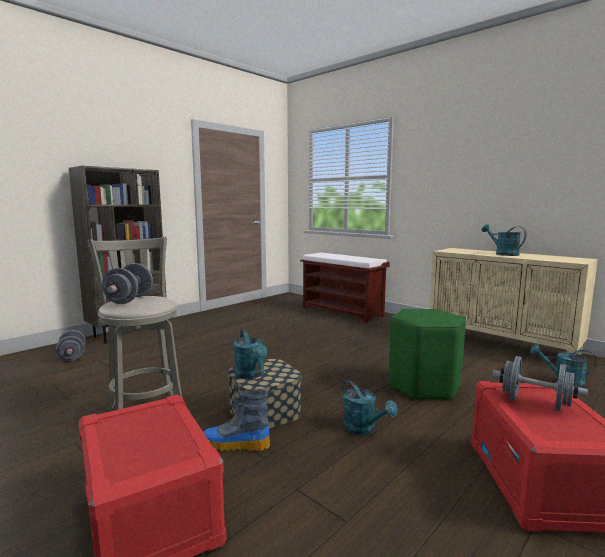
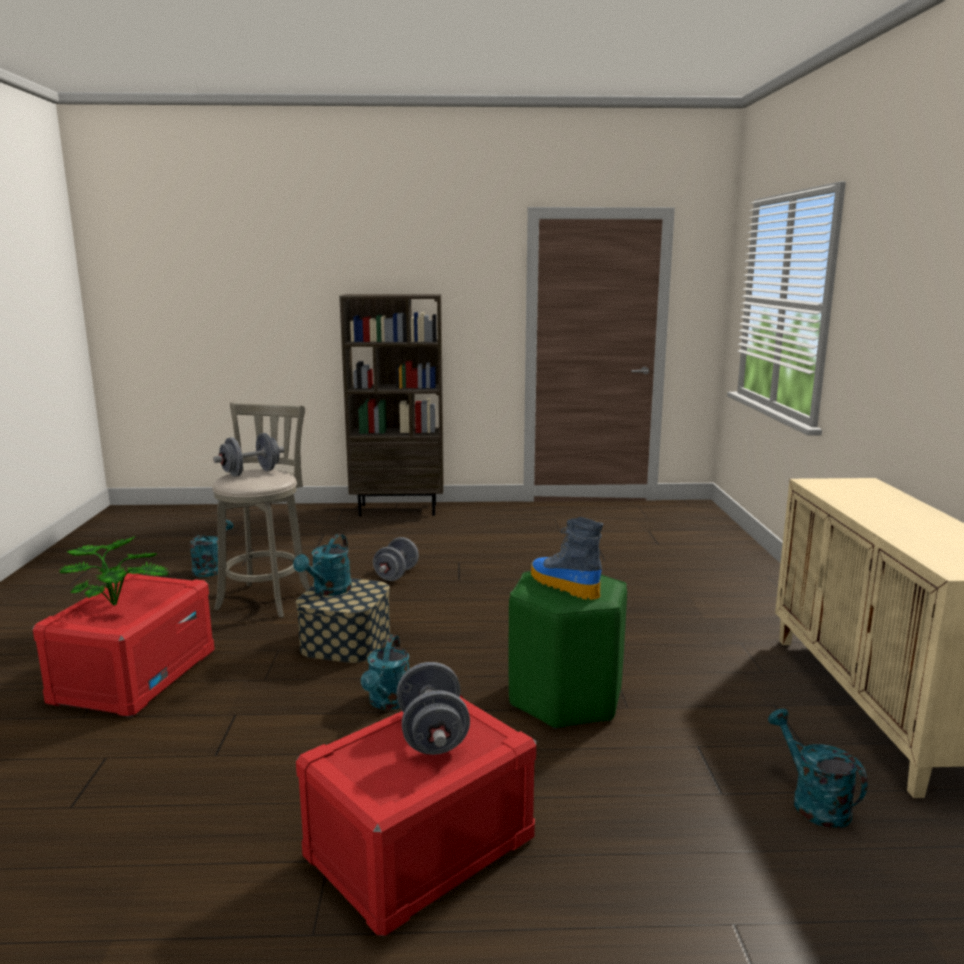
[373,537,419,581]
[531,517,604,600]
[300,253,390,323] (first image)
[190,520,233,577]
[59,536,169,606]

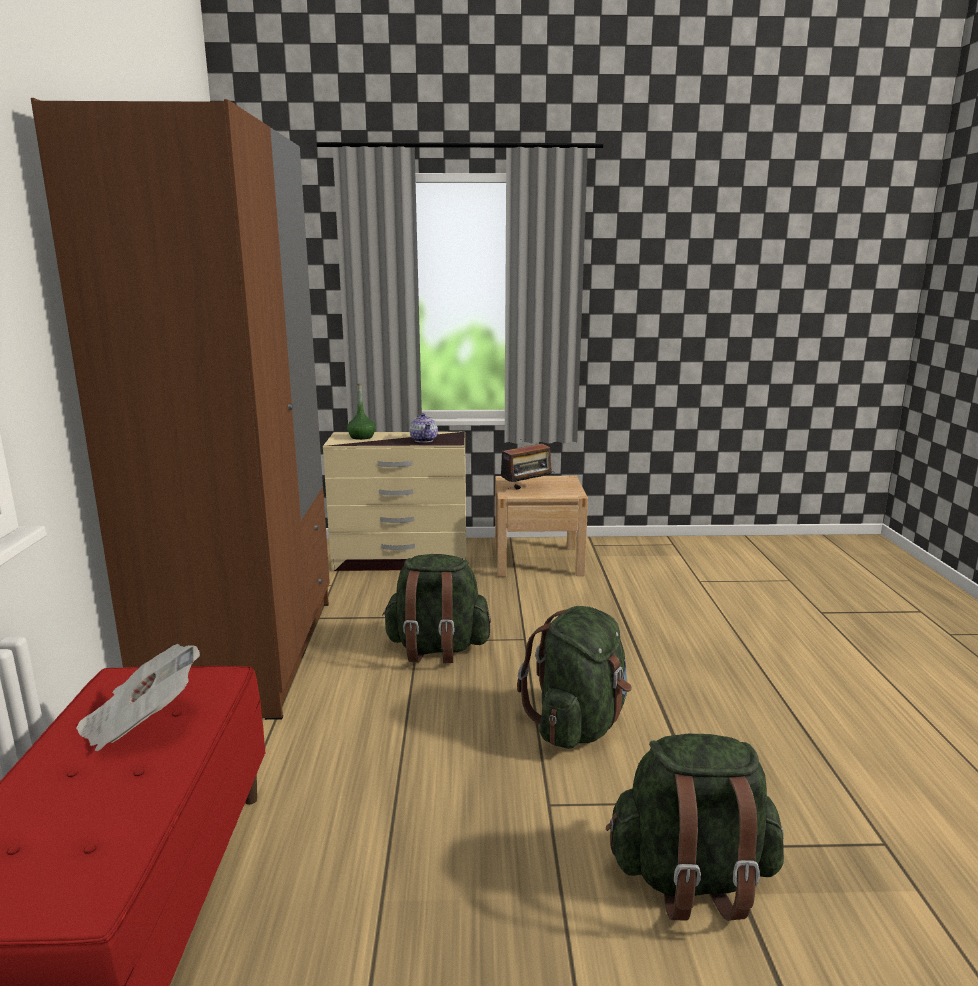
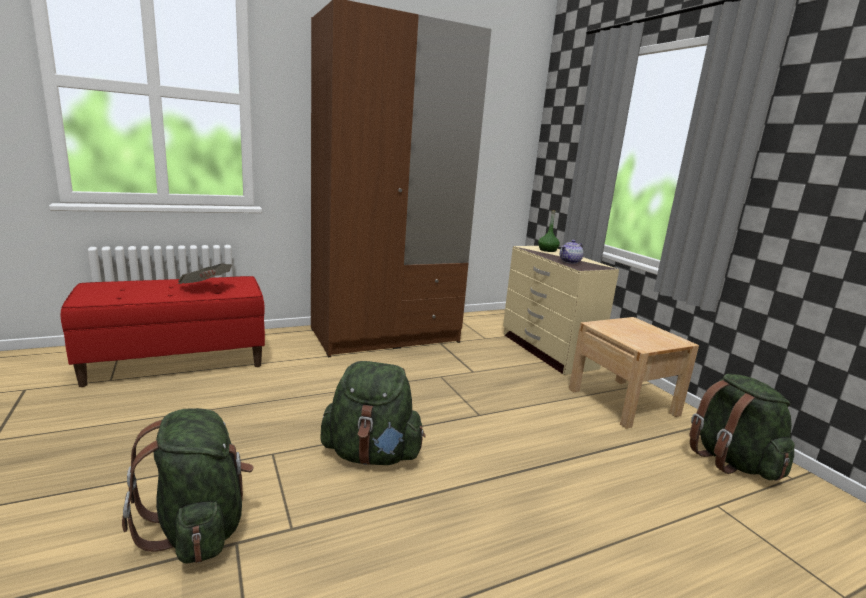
[689,374,795,481]
[501,444,555,490] (first image)

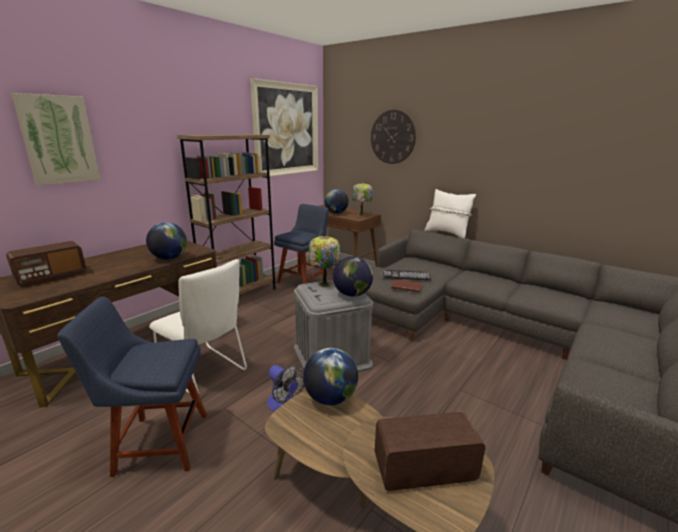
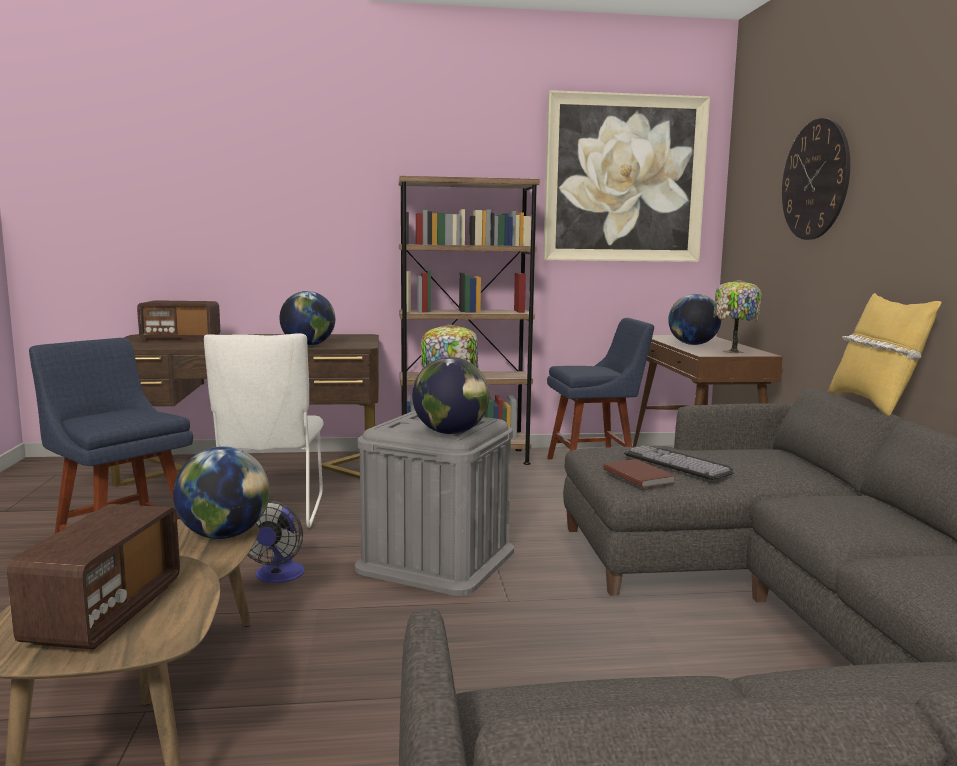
[11,93,100,185] (first image)
[7,504,180,650]
[828,293,942,416]

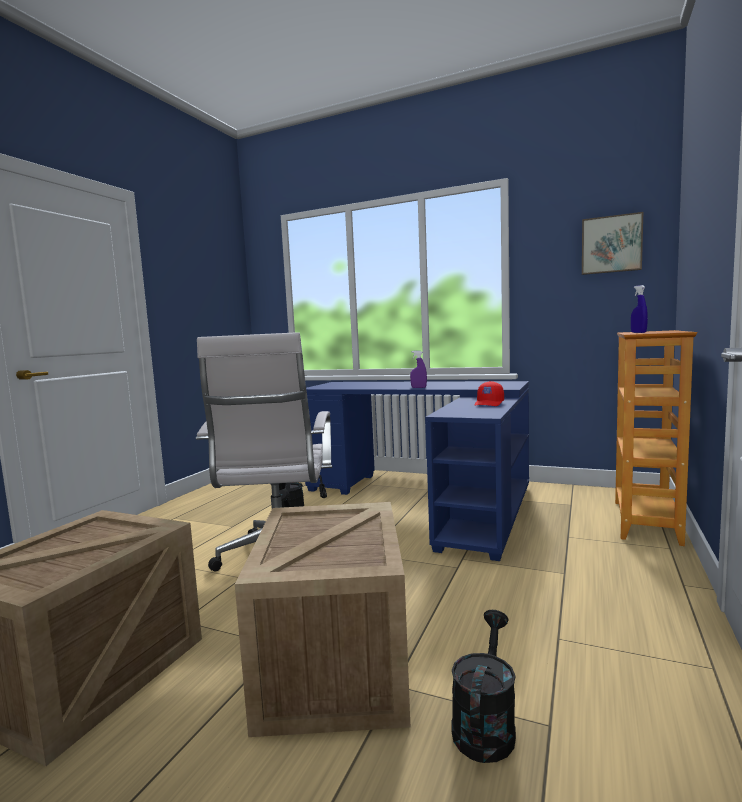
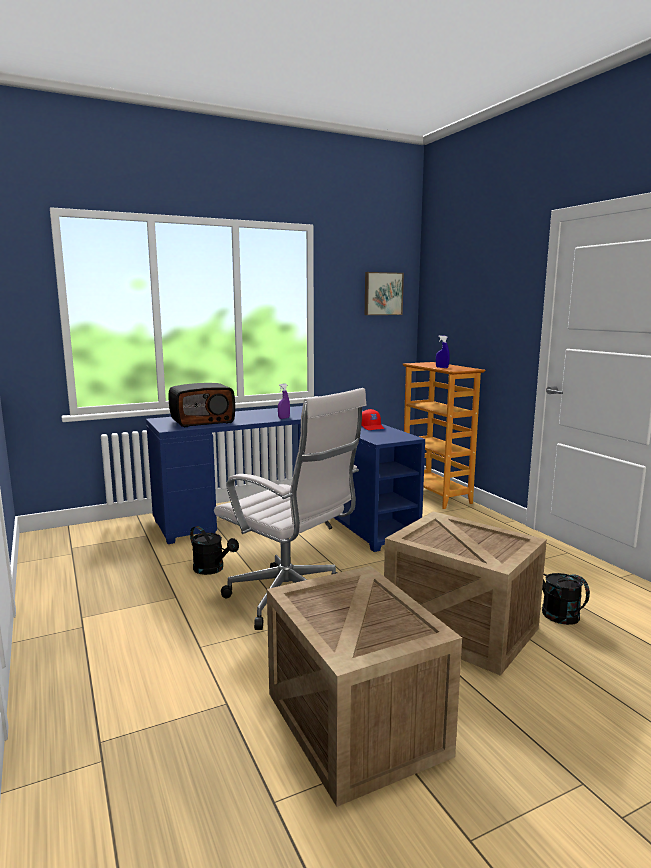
[169,383,235,427]

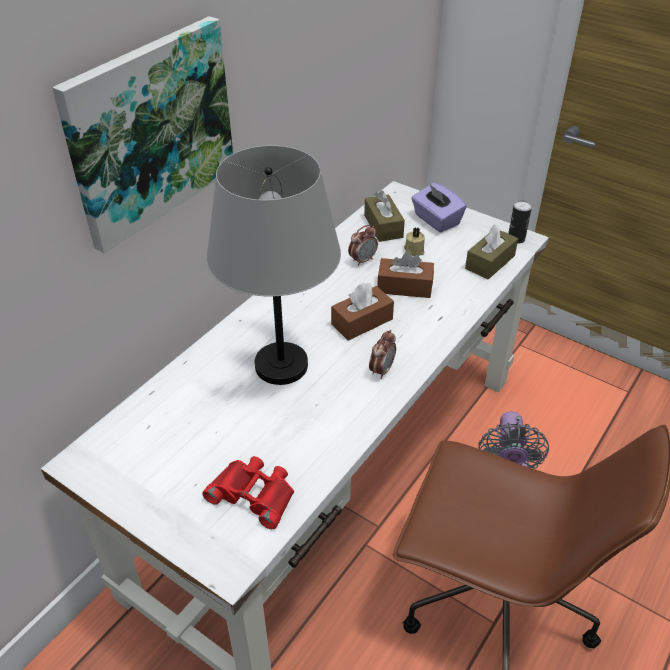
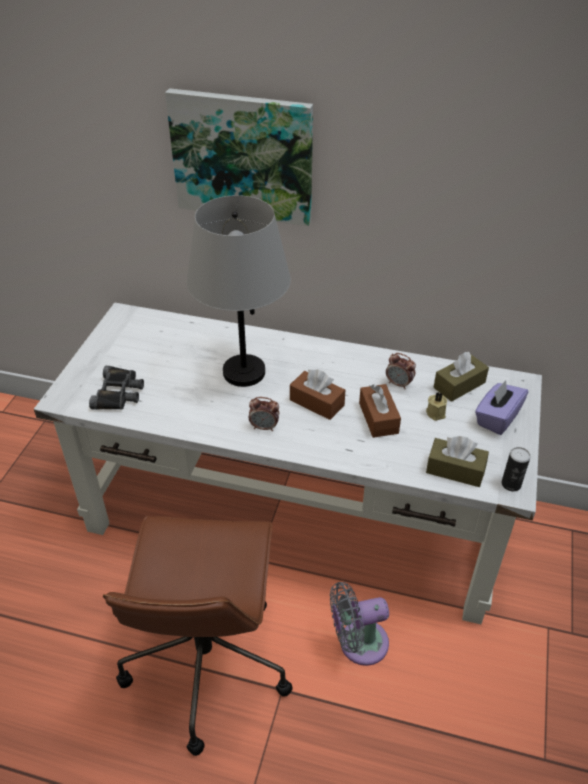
[89,366,144,410]

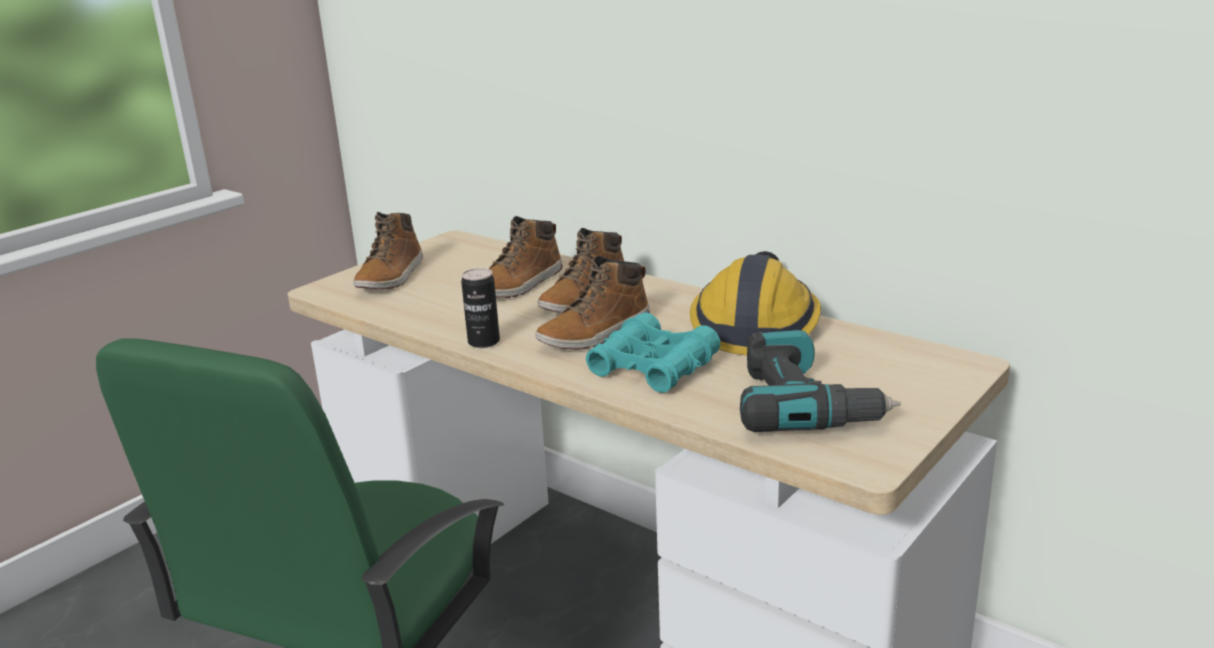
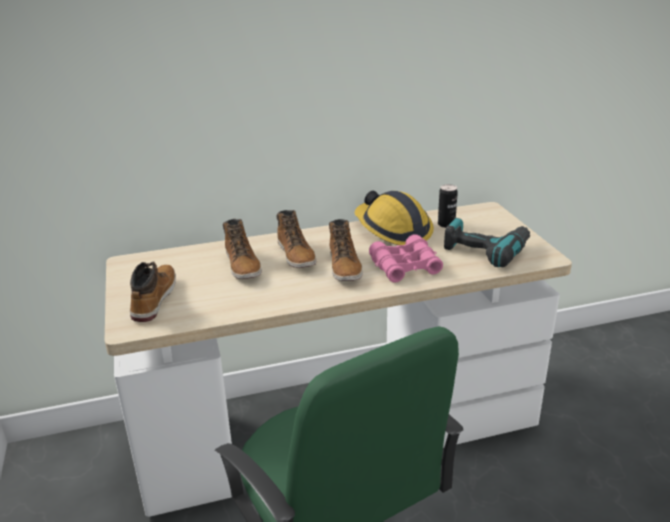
[130,261,176,322]
[438,184,458,228]
[369,234,443,283]

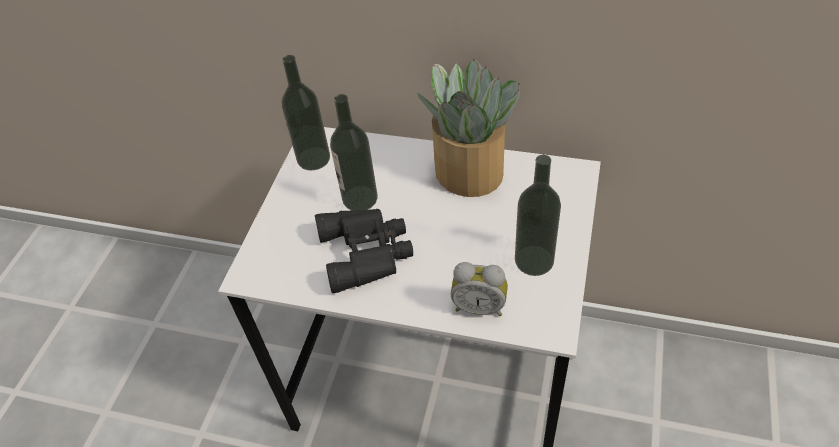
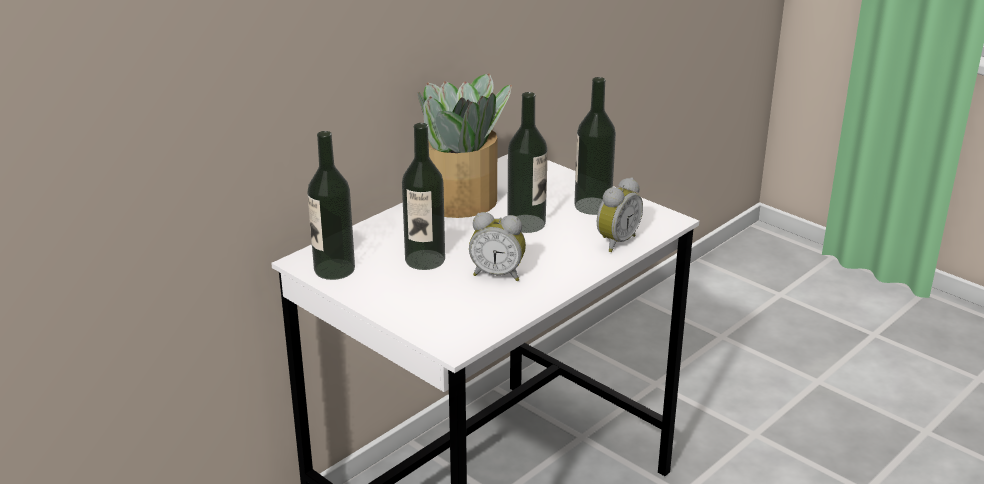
[469,212,526,281]
[507,92,548,233]

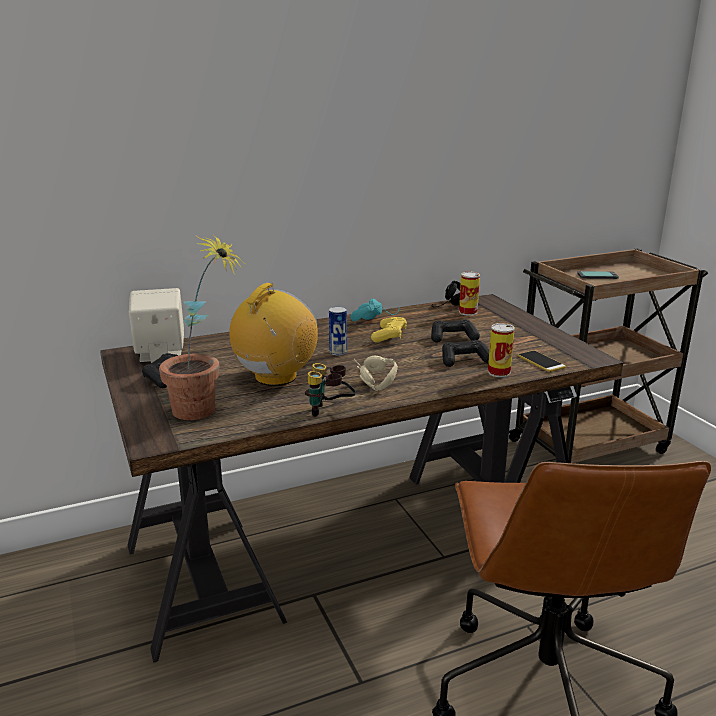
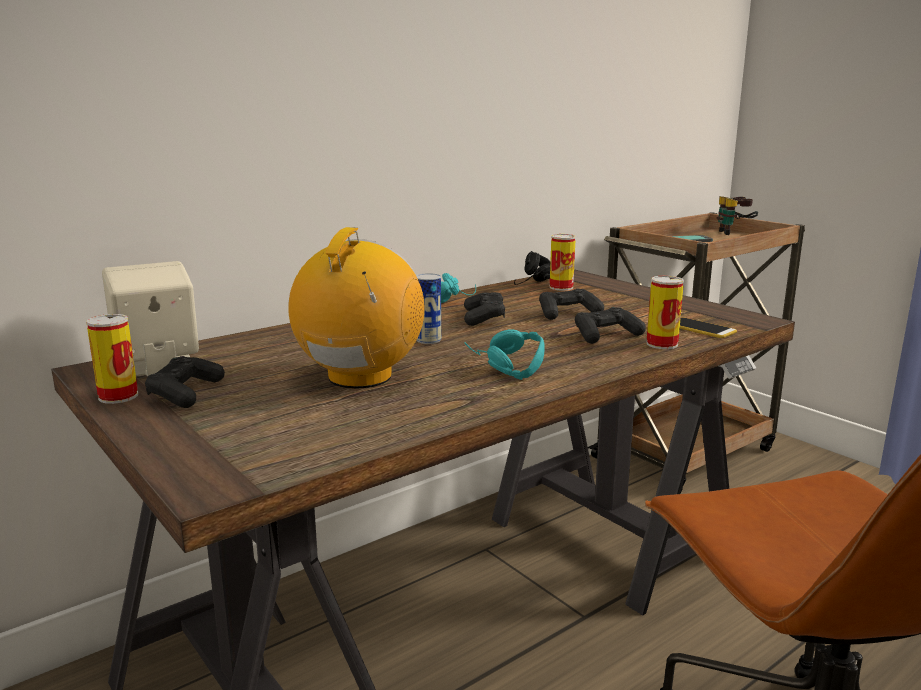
[159,235,245,420] (first image)
[716,196,758,235]
[464,329,545,380]
[464,292,505,326]
[86,314,138,404]

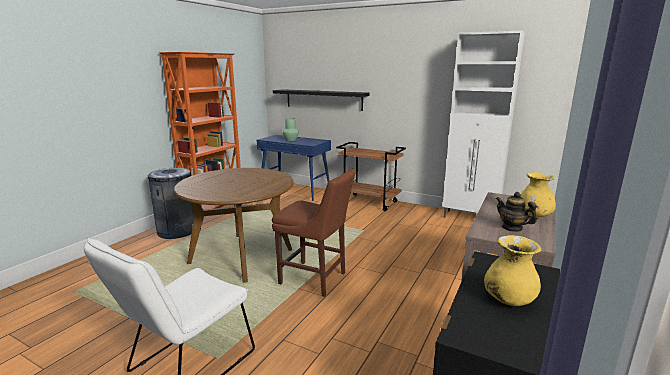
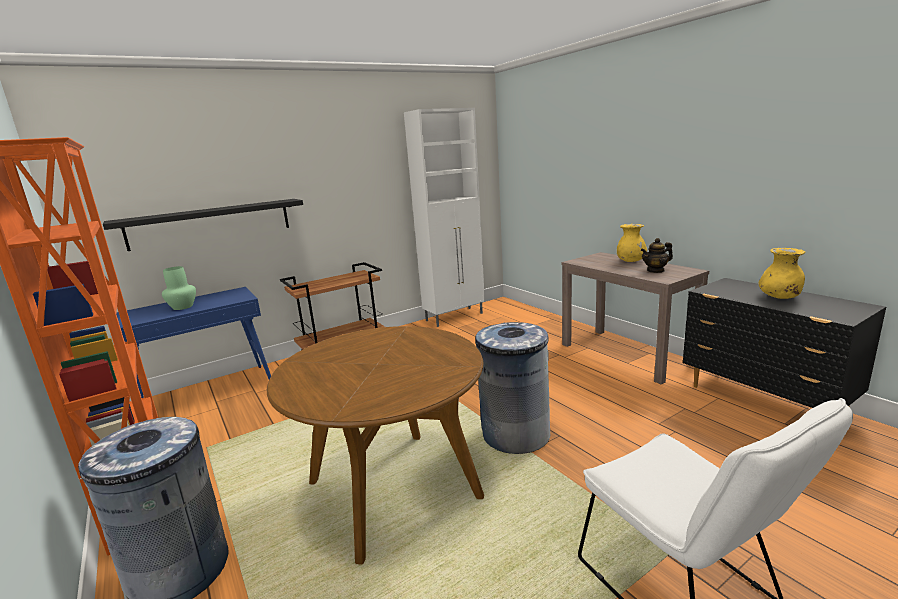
[475,322,550,454]

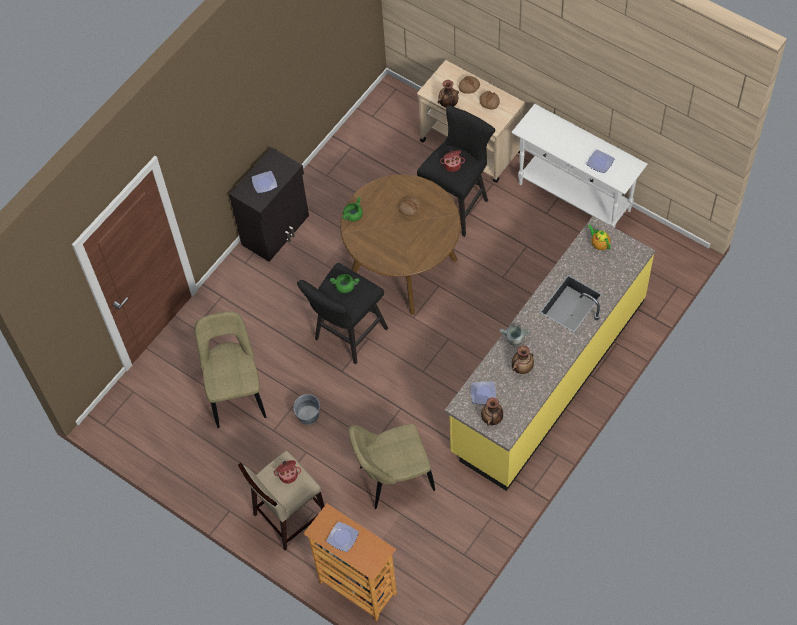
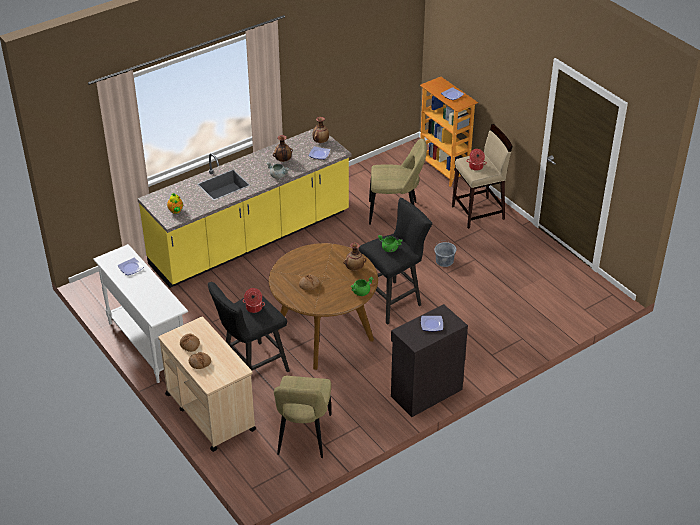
[274,376,331,458]
[343,242,366,271]

